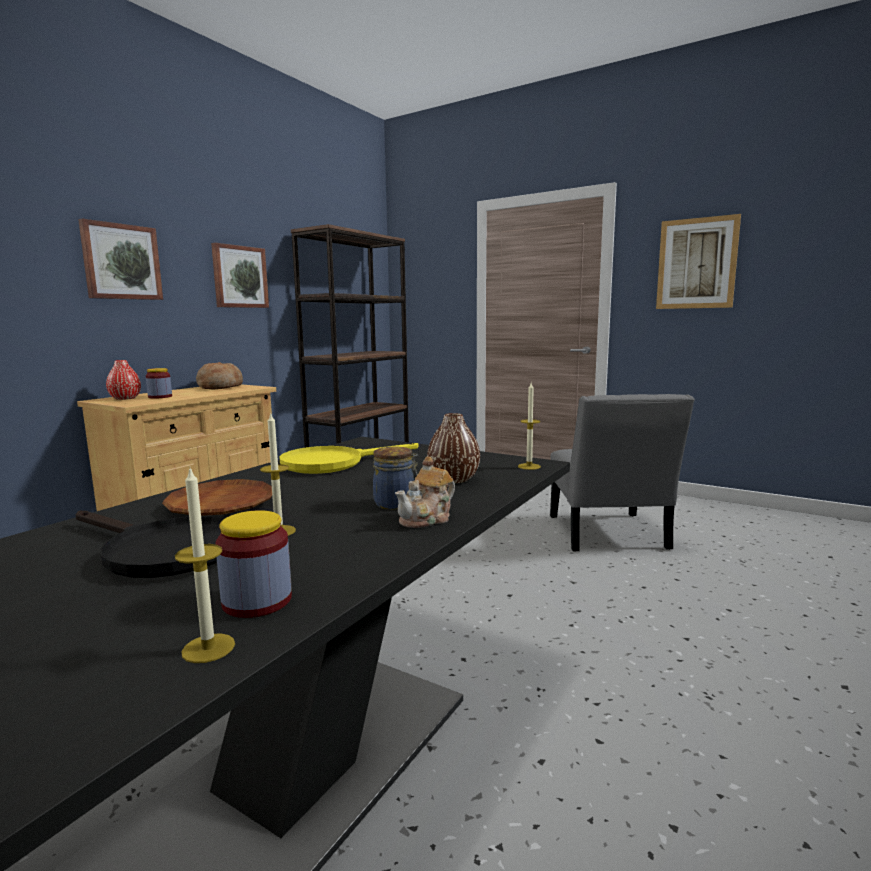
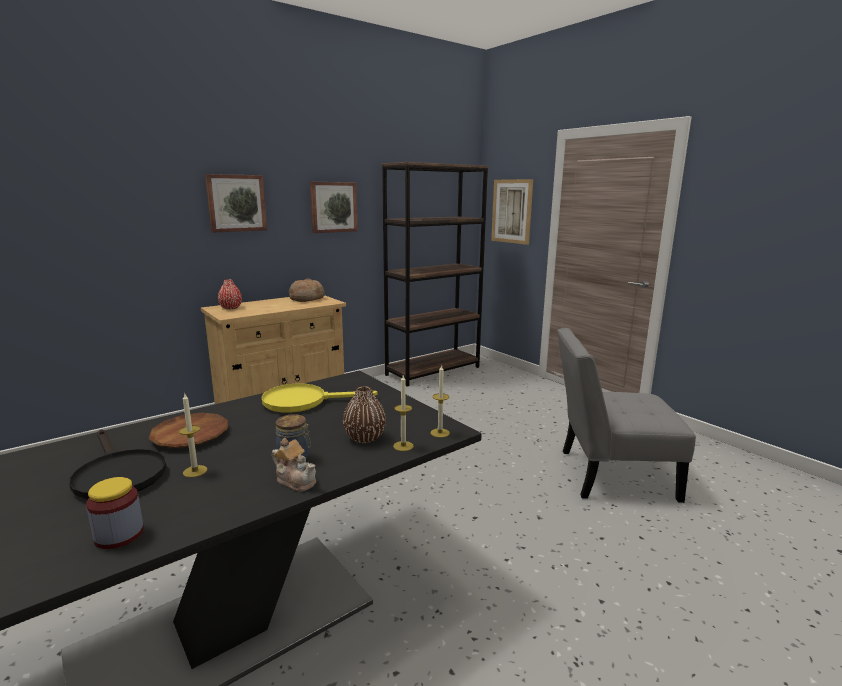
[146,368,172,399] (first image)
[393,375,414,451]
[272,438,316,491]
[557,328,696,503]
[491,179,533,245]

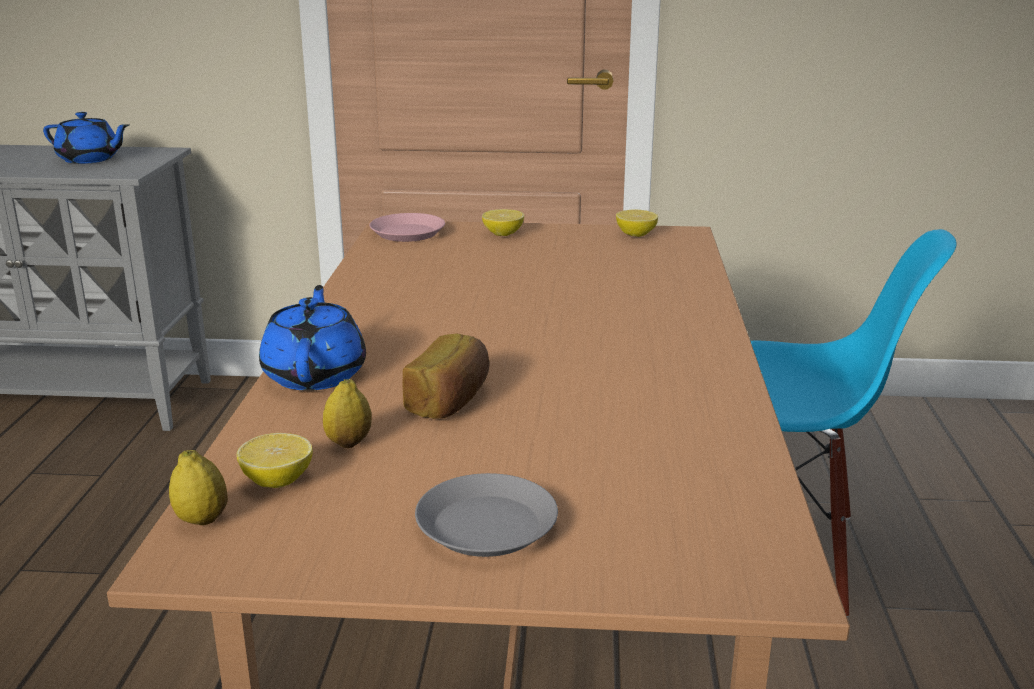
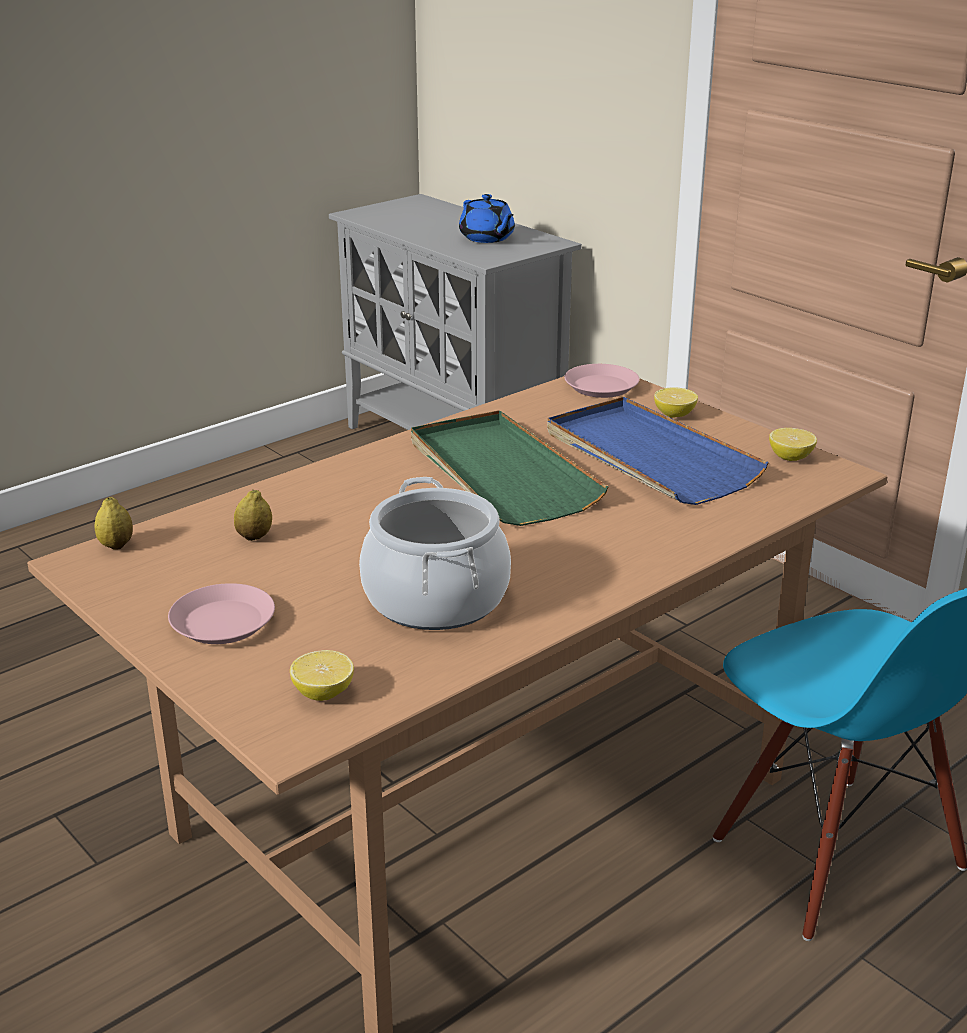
[290,650,354,701]
[259,285,366,391] (first image)
[402,333,490,419] (first image)
[168,583,275,644]
[359,477,511,630]
[411,410,609,526]
[547,397,769,505]

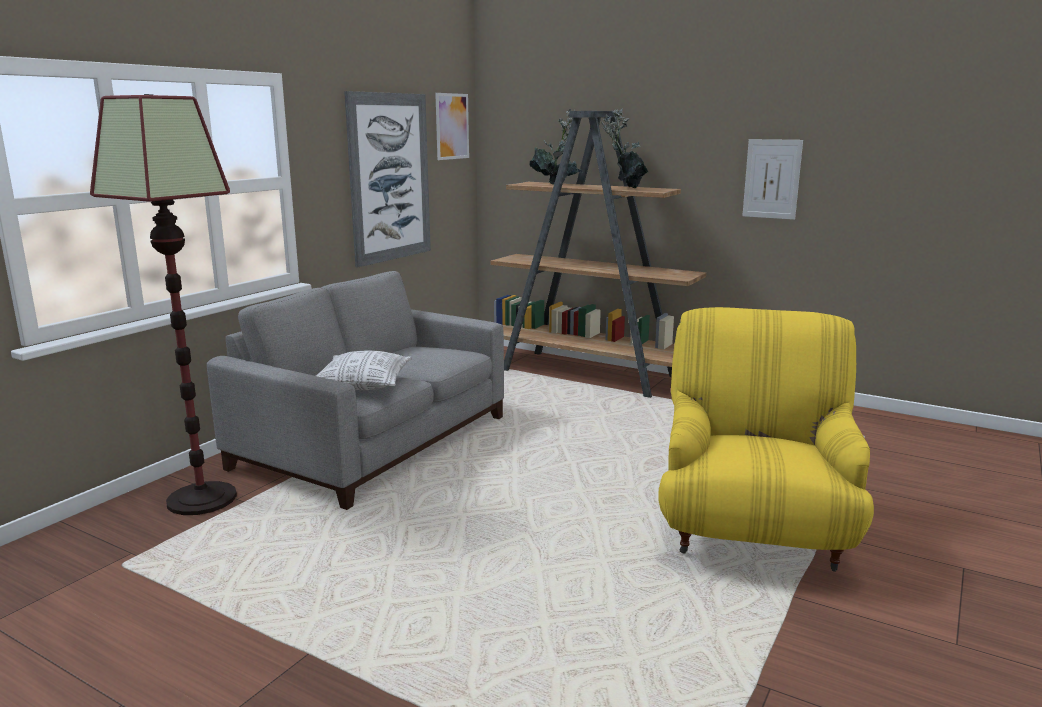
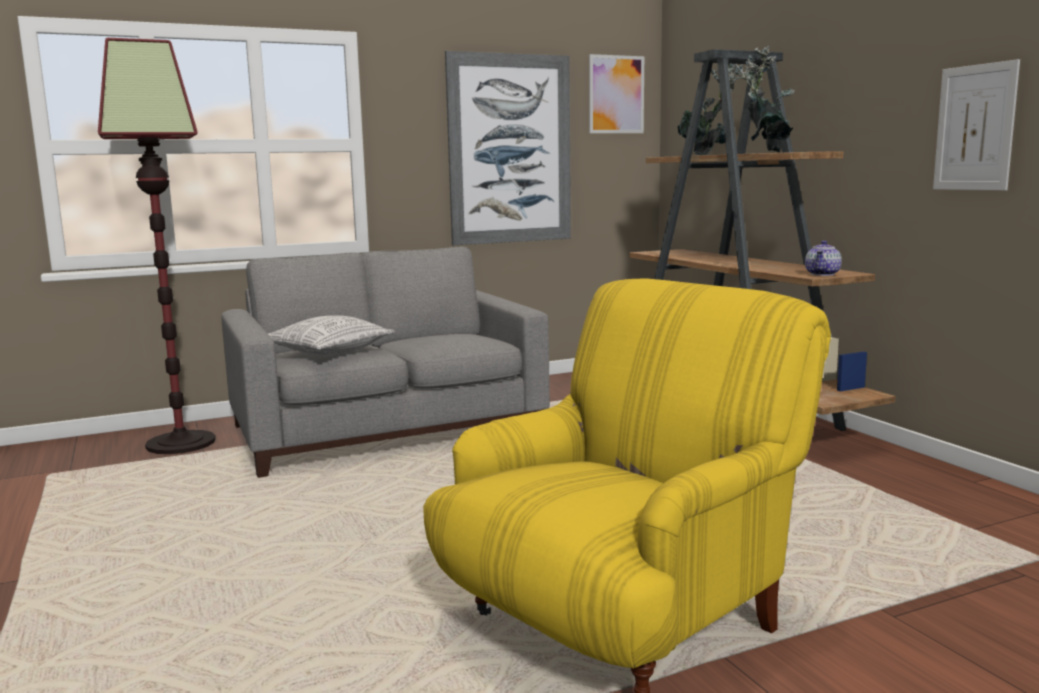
[805,240,842,276]

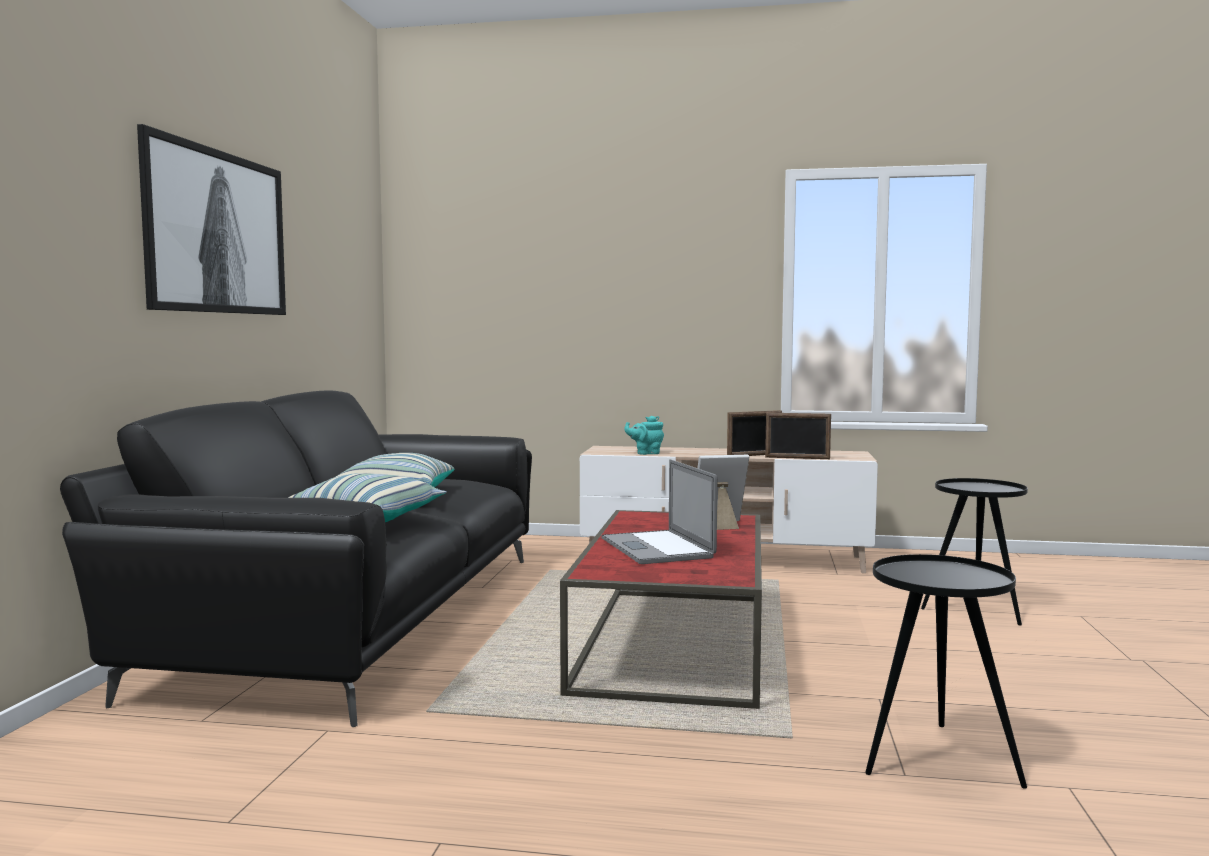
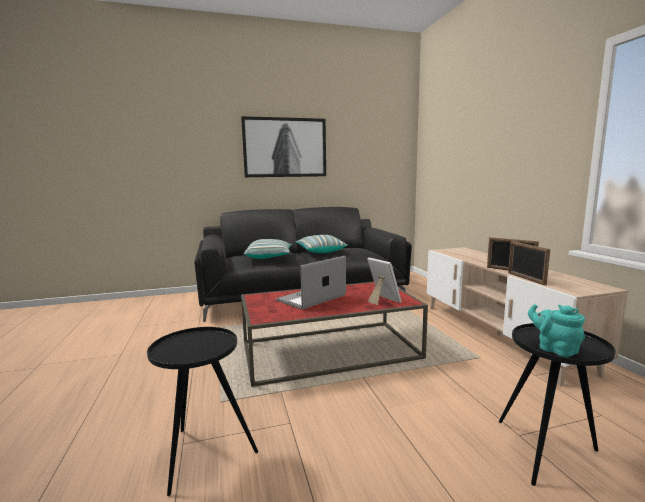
[528,304,585,357]

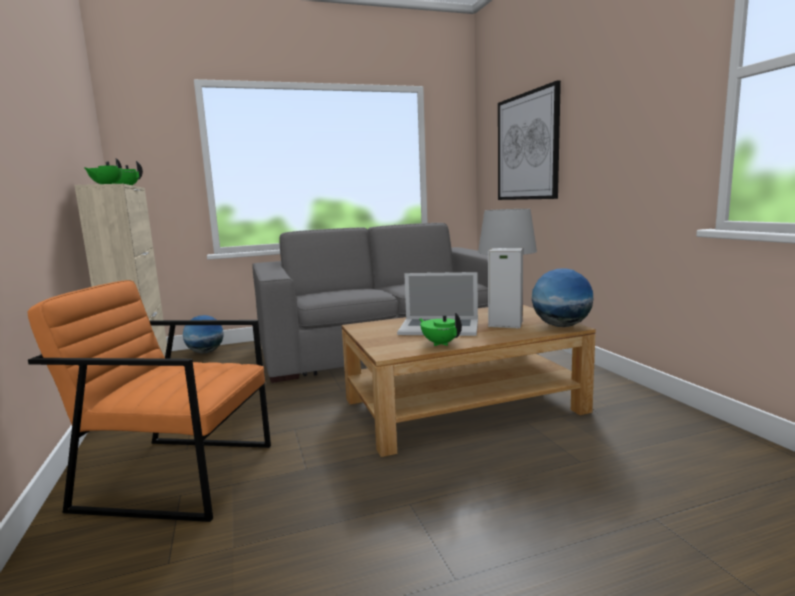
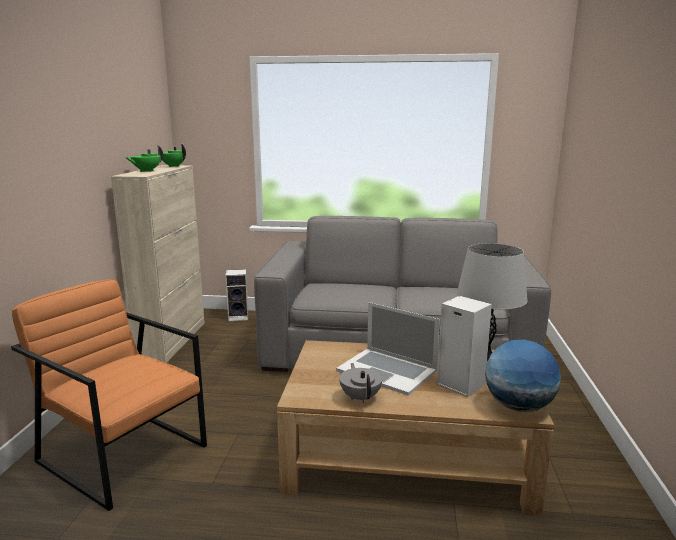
[225,269,248,321]
[339,363,382,403]
[498,81,561,200] (first image)

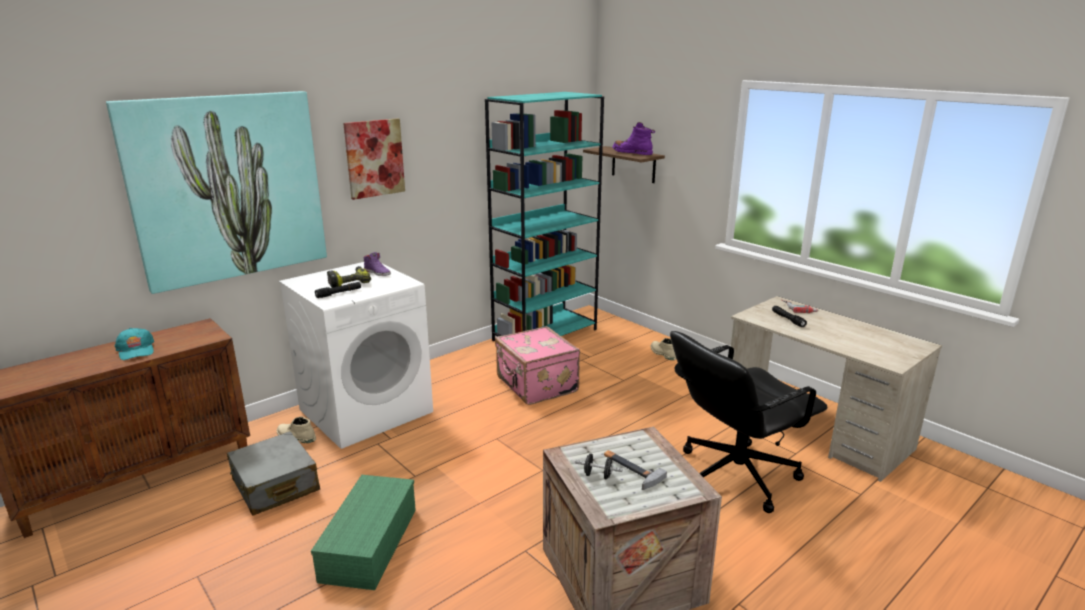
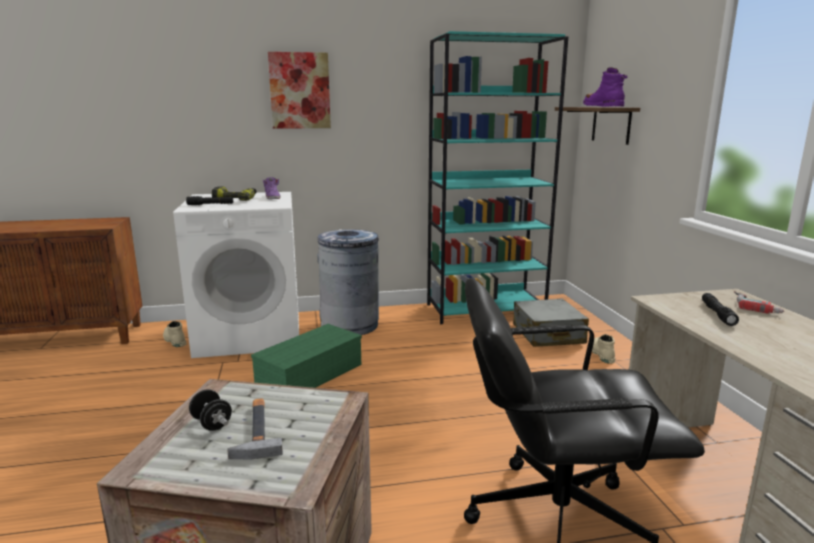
[106,91,327,294] (first image)
[115,328,154,360] (first image)
[513,299,589,347]
[251,324,362,388]
[495,326,580,405] (first image)
[317,229,379,335]

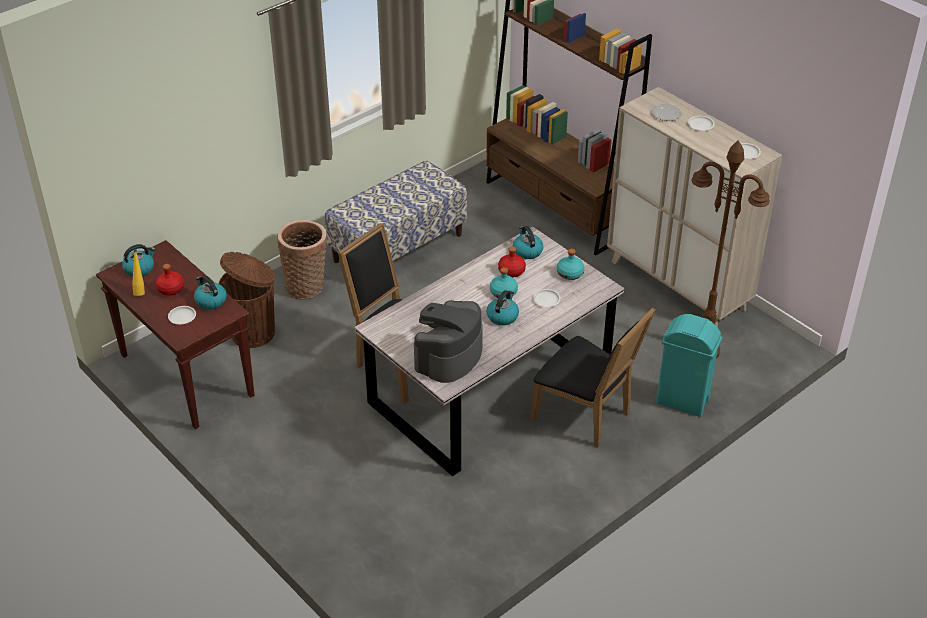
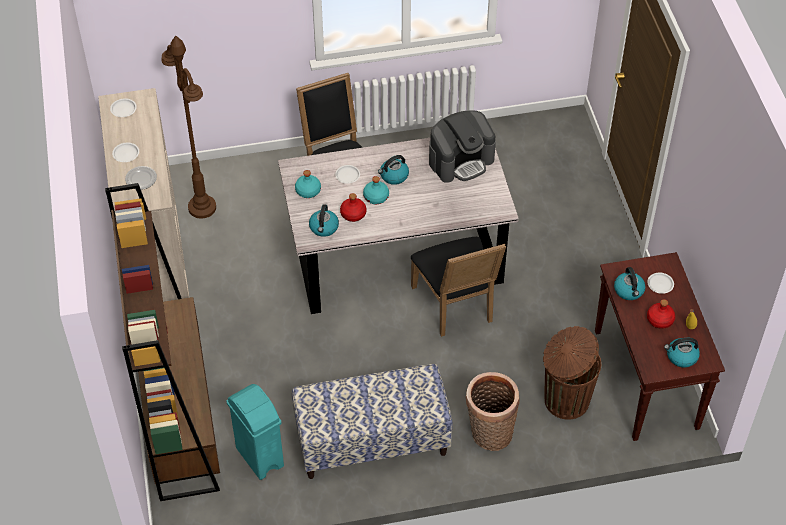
[226,384,284,480]

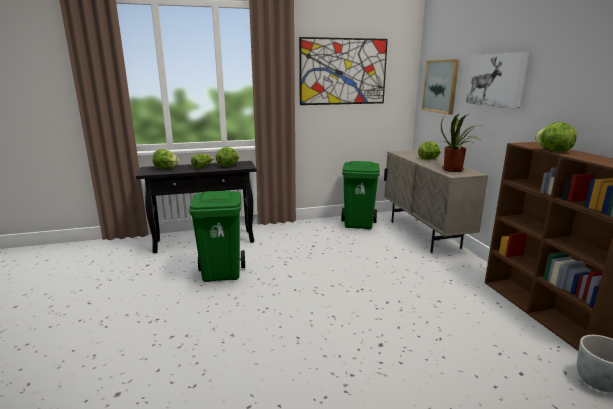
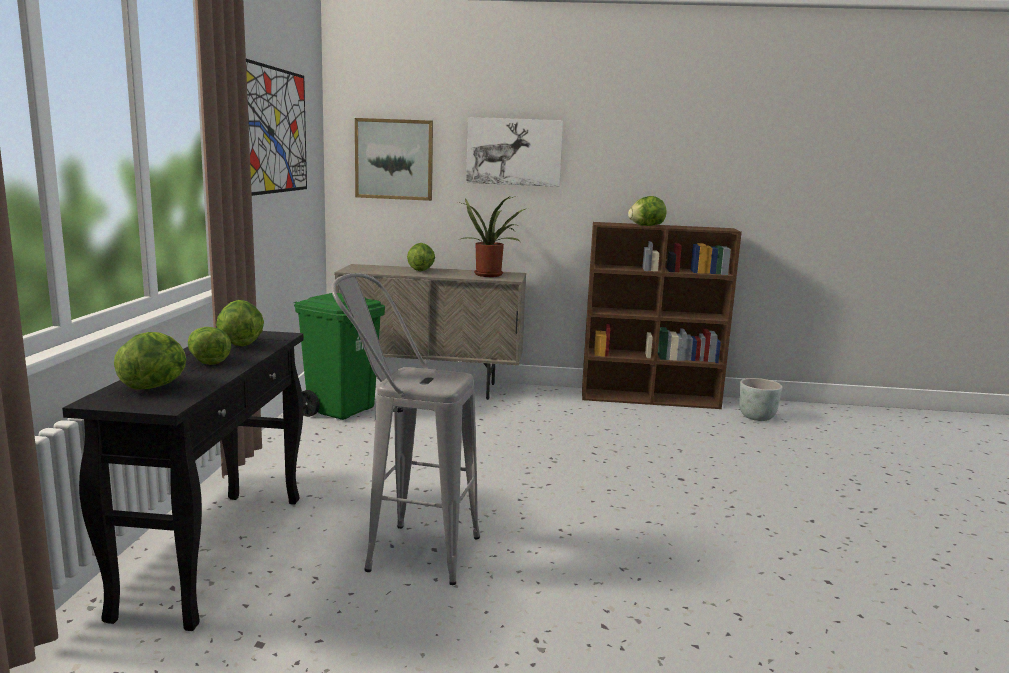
[331,273,480,585]

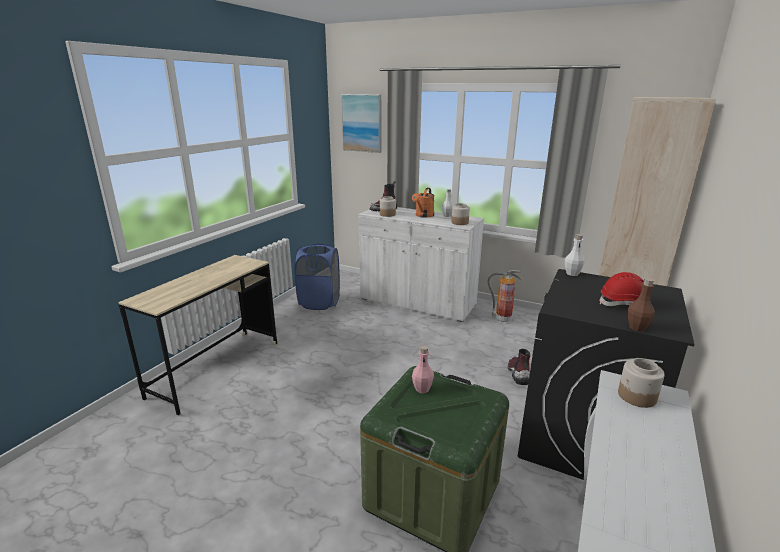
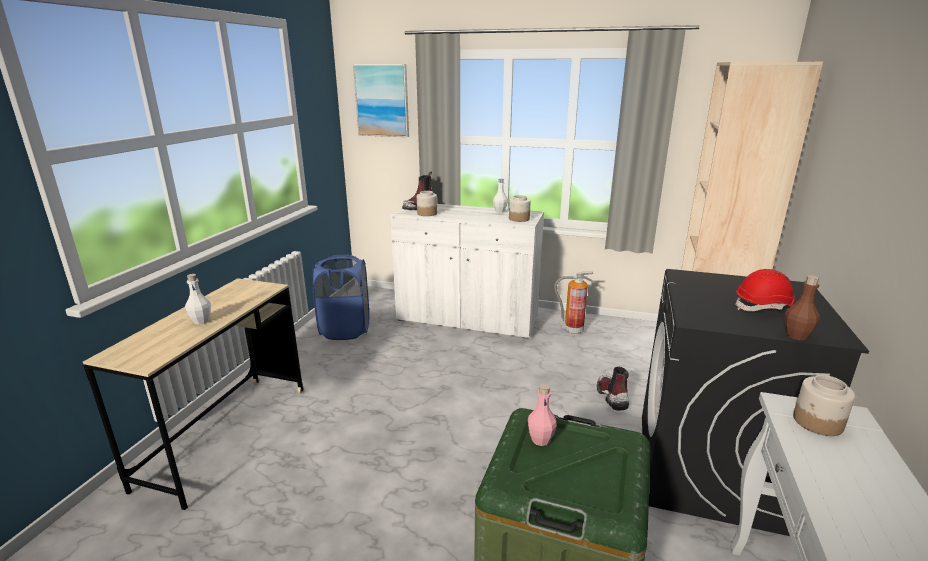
[412,188,435,218] (first image)
[185,274,211,325]

